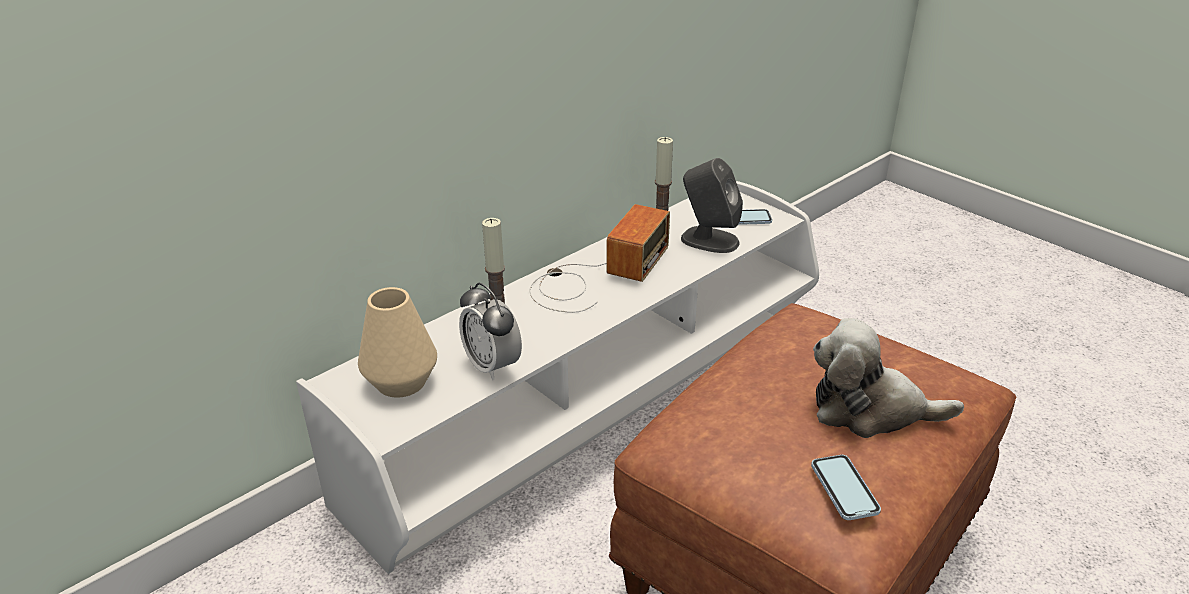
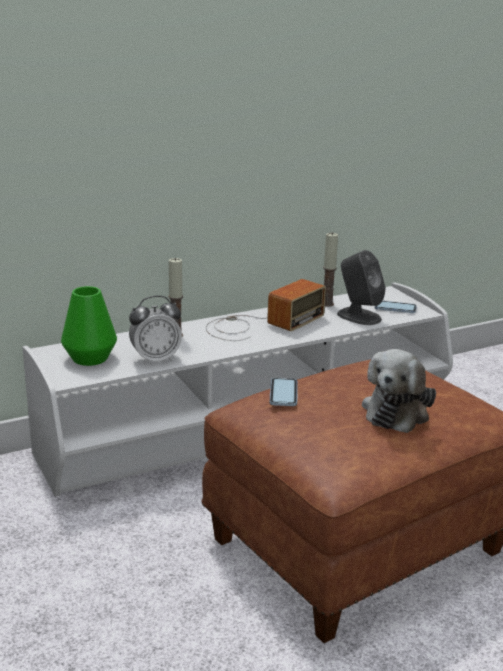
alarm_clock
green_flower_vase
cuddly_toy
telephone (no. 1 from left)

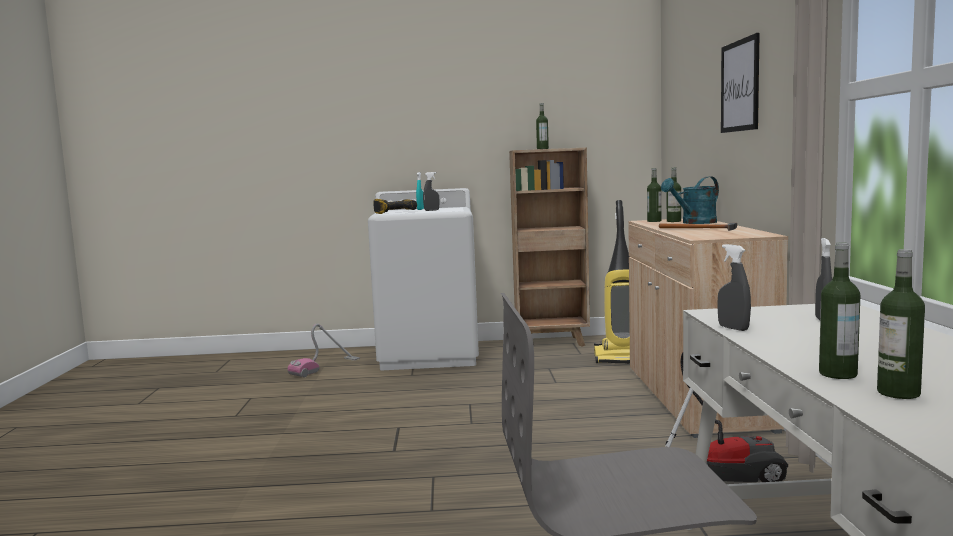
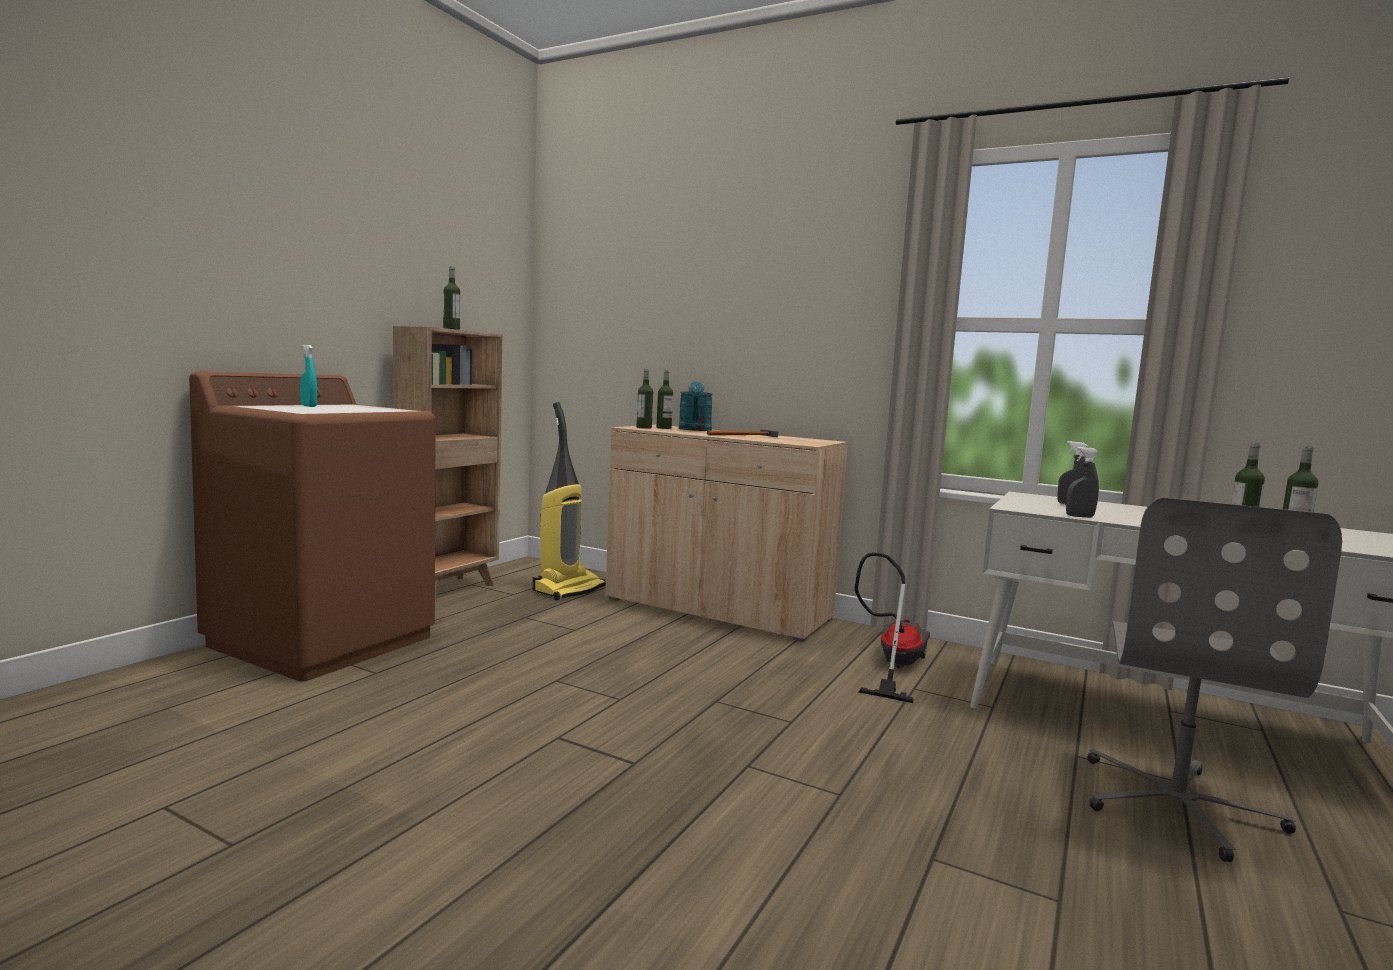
picture
grey_hand_sprayer (no. 1 from left in the first image)
brownish_washing_machine
power_drill
vacuum_cleaner (no. 1 from left in the first image)

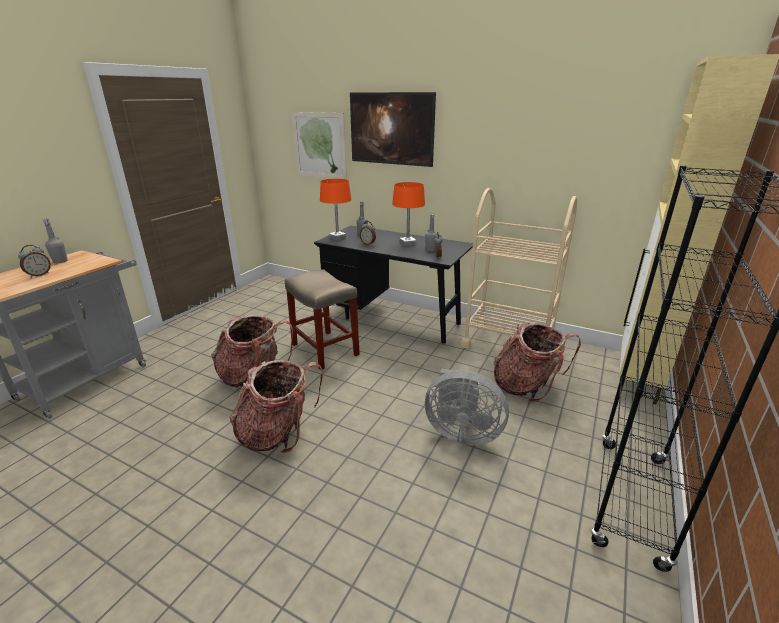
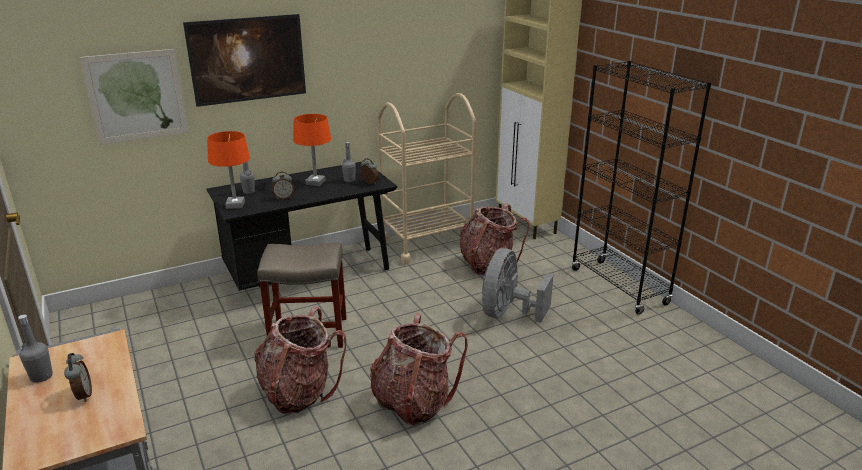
grey_cooling_fan

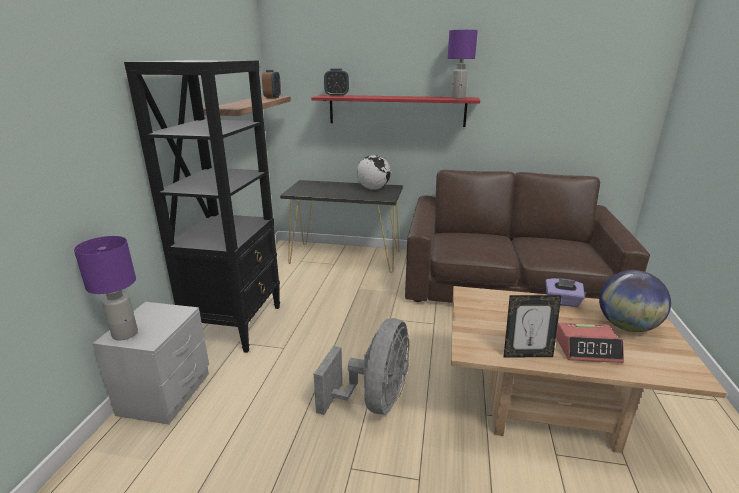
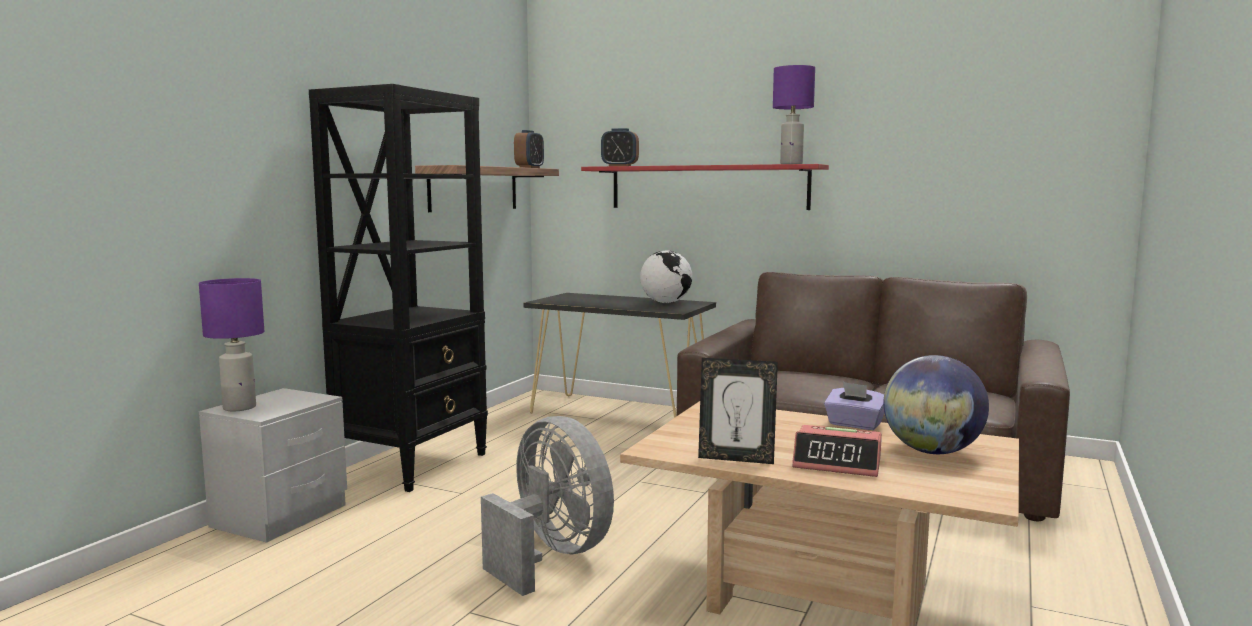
grey_cooling_fan

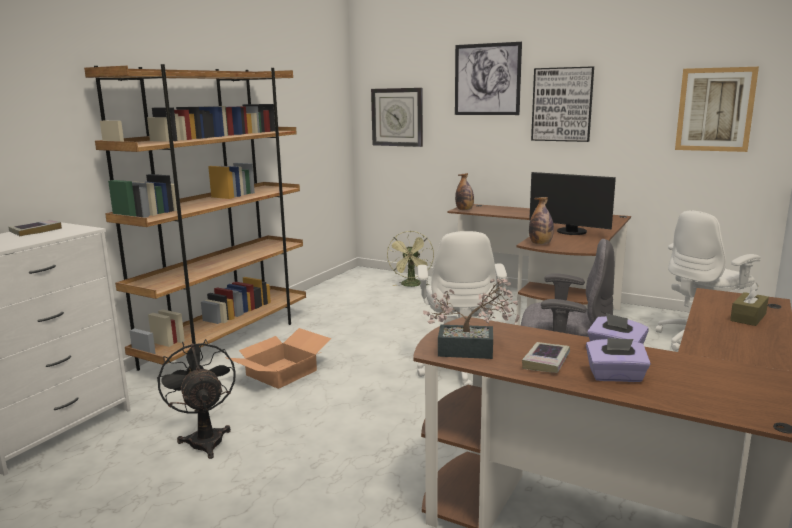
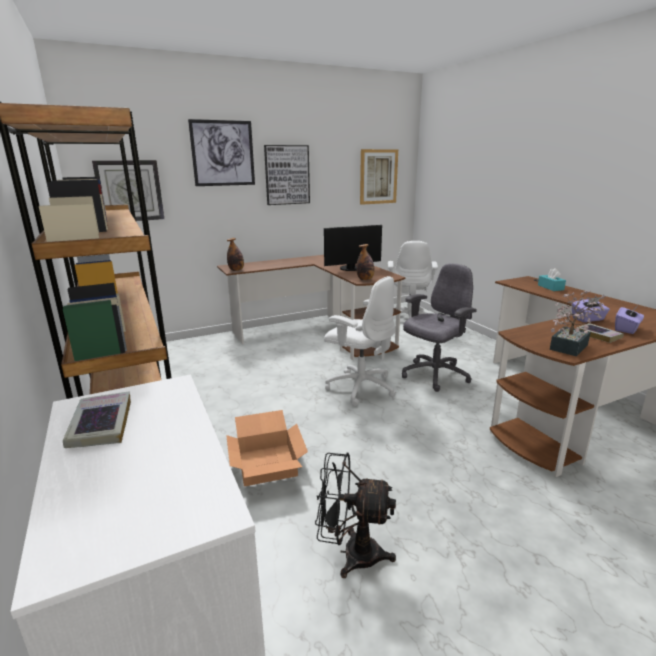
green_cooling_fan
turquoise-coloured_tissue_holder

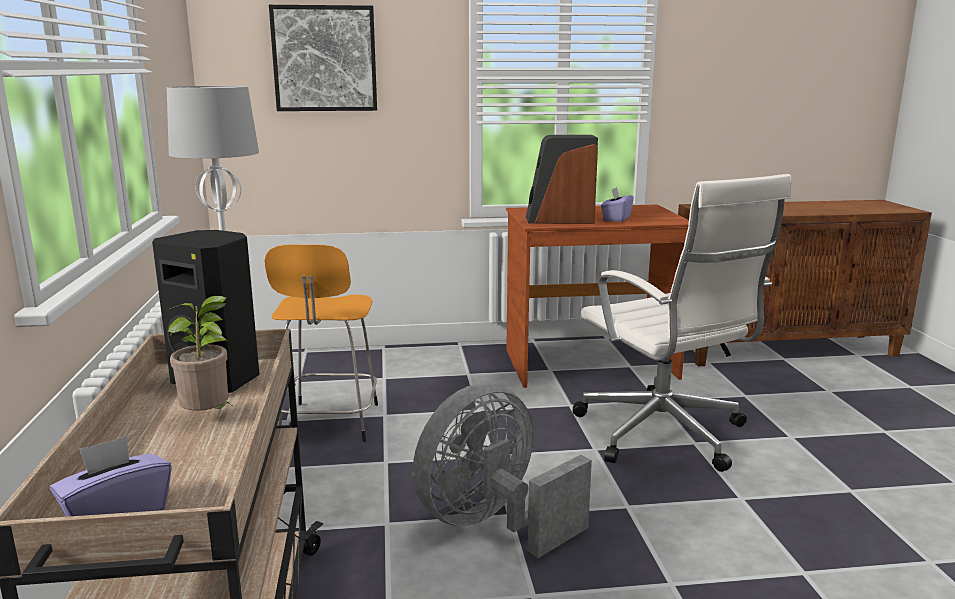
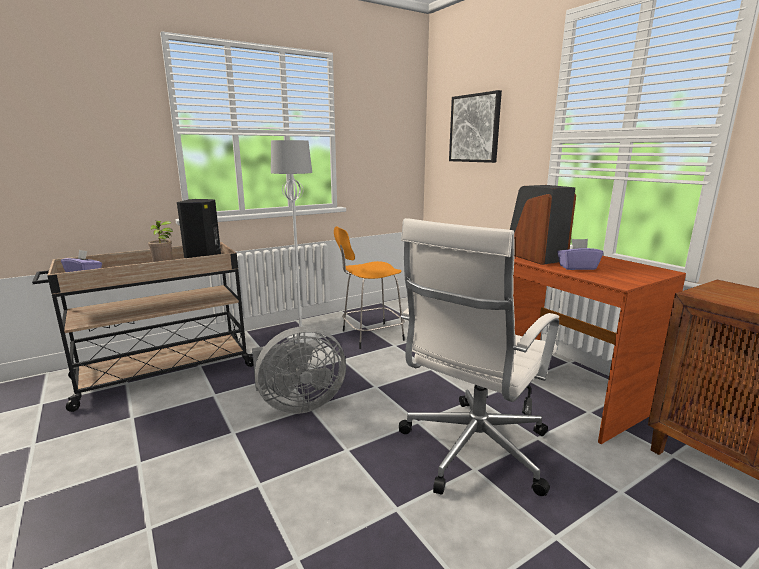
grey_cooling_fan

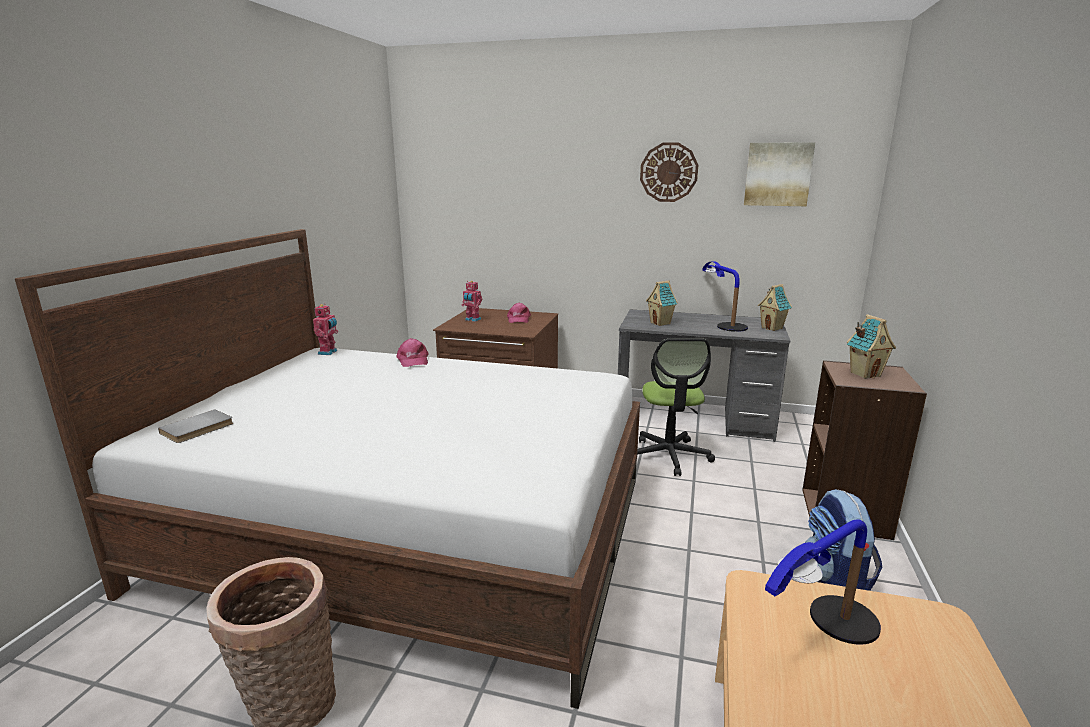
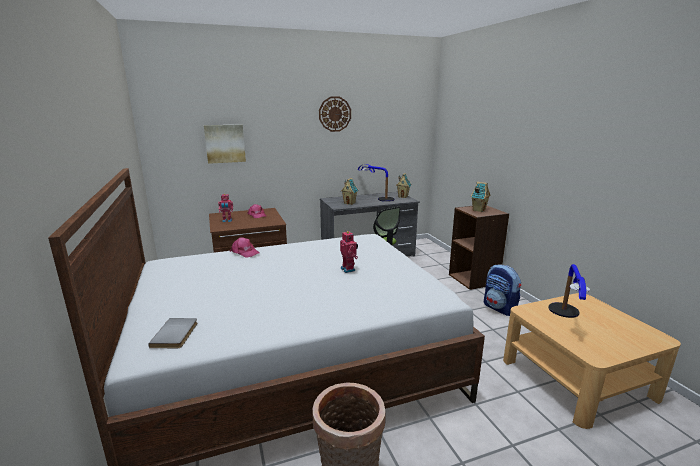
picture
robot_figure (no. 2 from left)

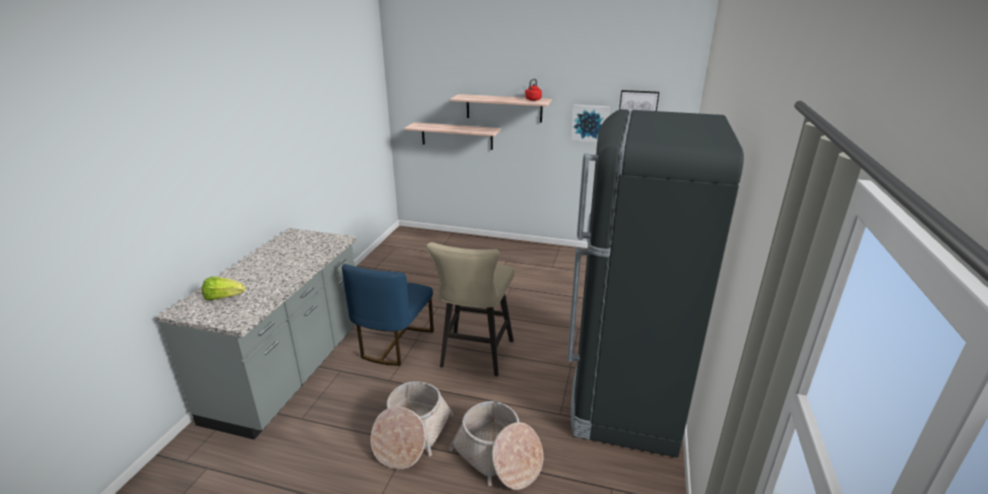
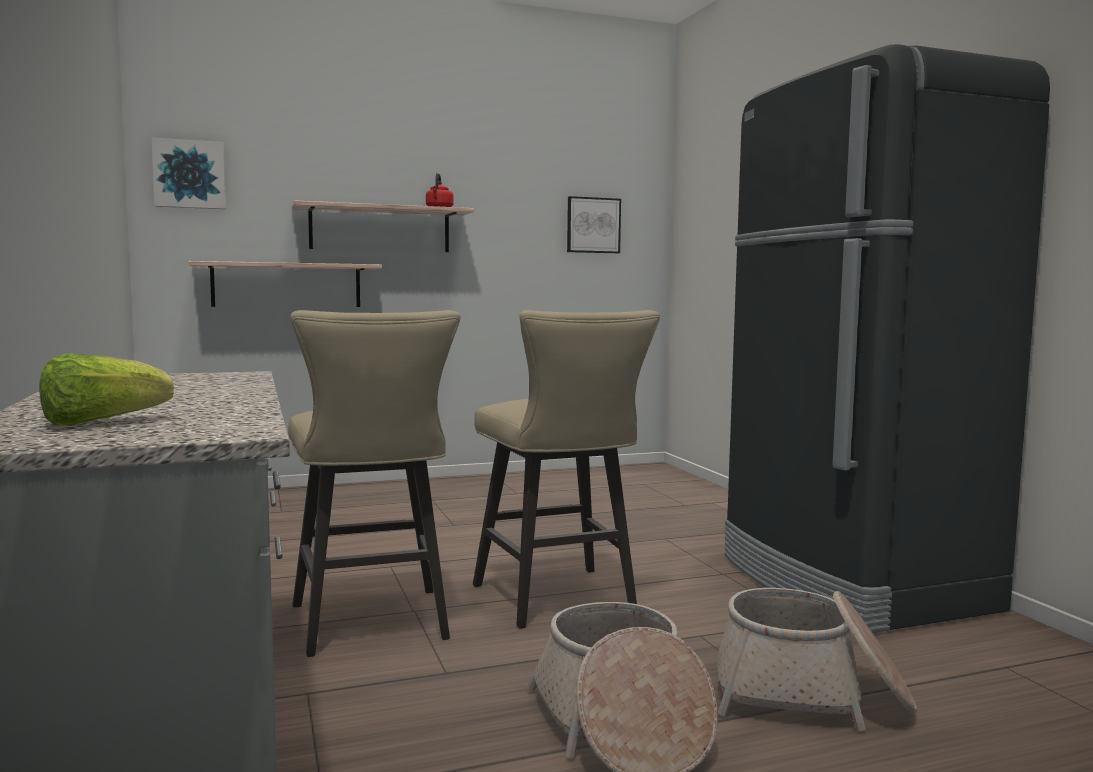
picture (no. 1 from left)
sand-coloured_stool (no. 1 from left)

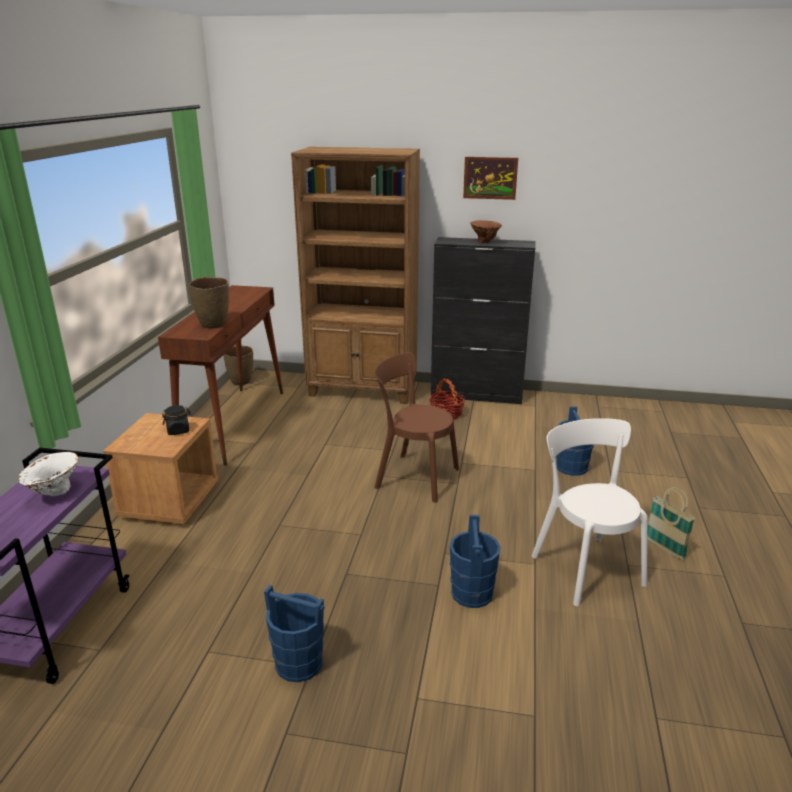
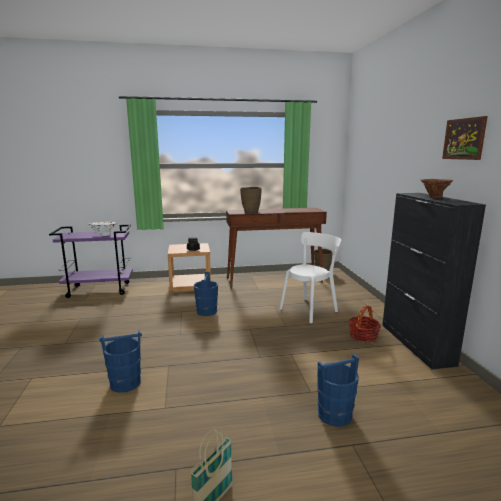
brownish_bookcase
brownish_upright_chair
whitish_upright_chair
blue-coloured_water_bucket (no. 2 from left)

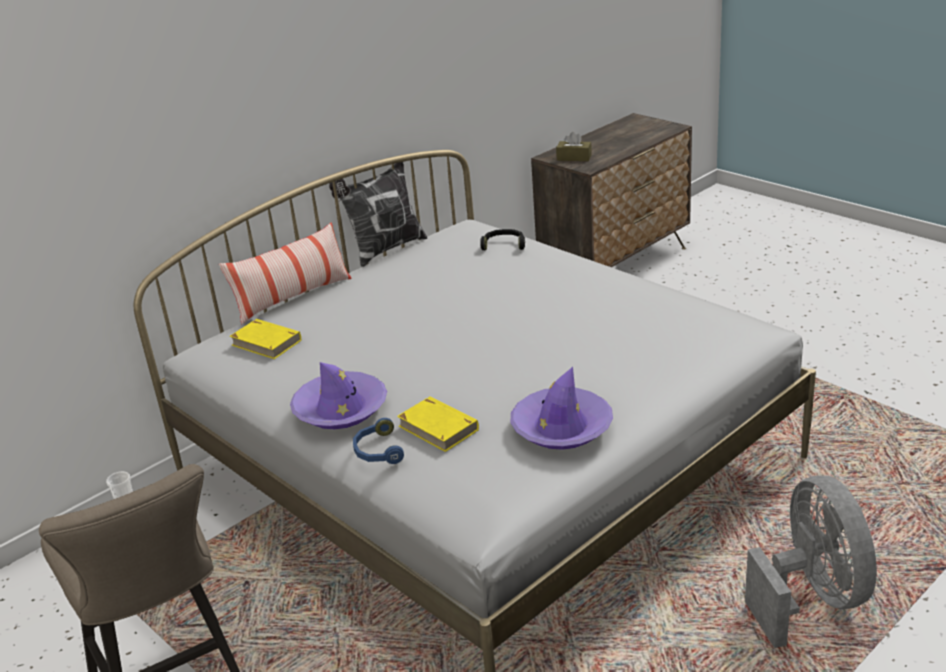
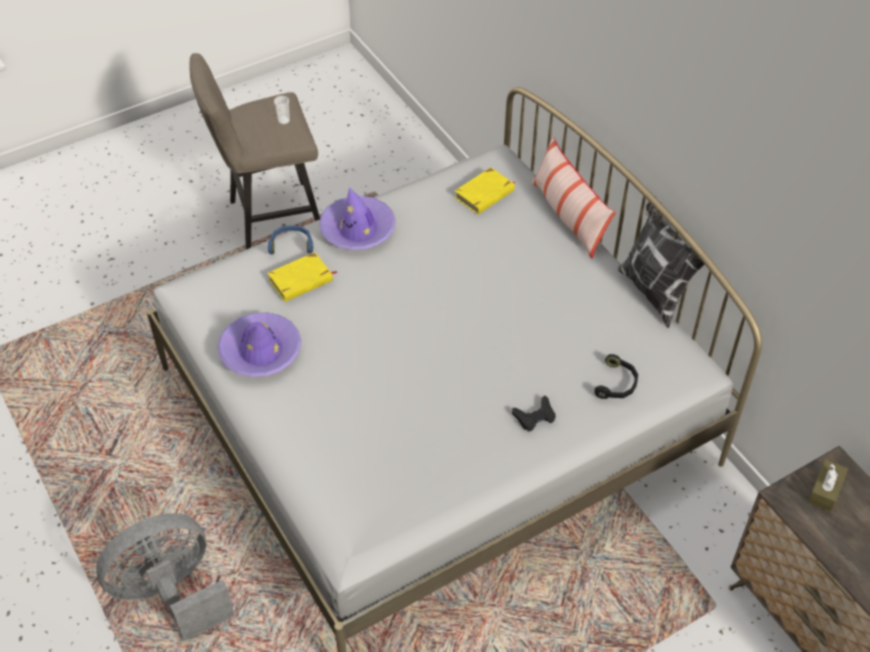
grey_cooling_fan
blackish_joypad

